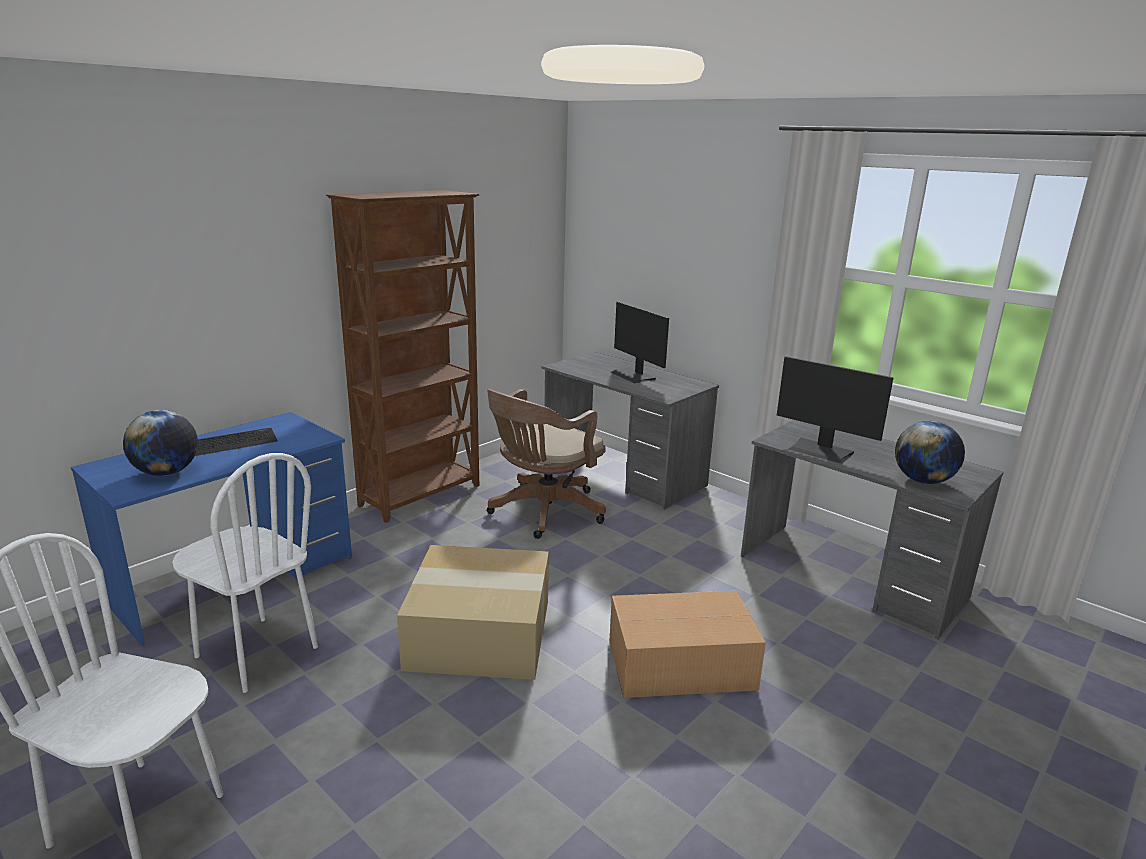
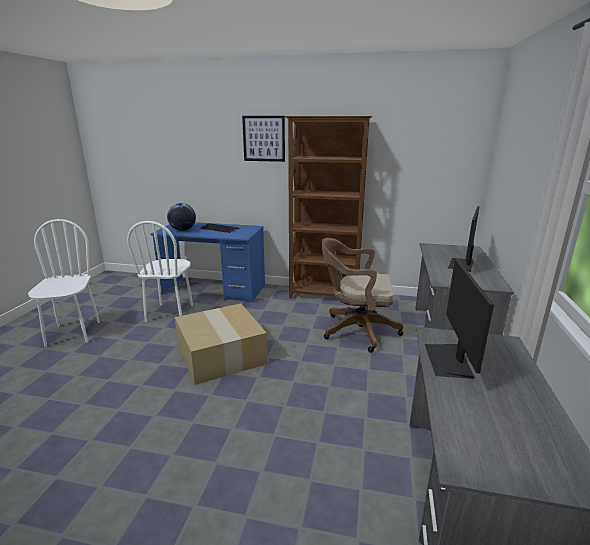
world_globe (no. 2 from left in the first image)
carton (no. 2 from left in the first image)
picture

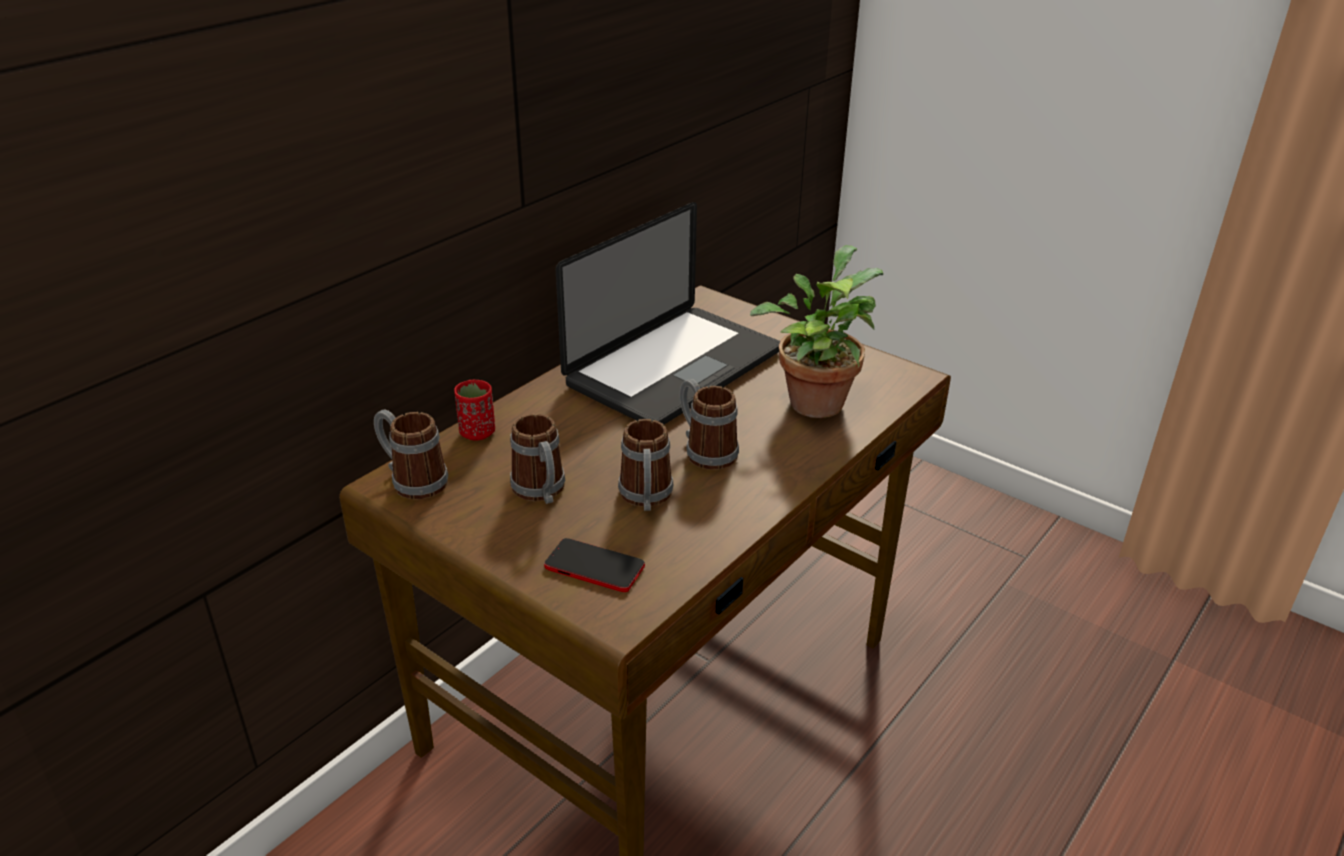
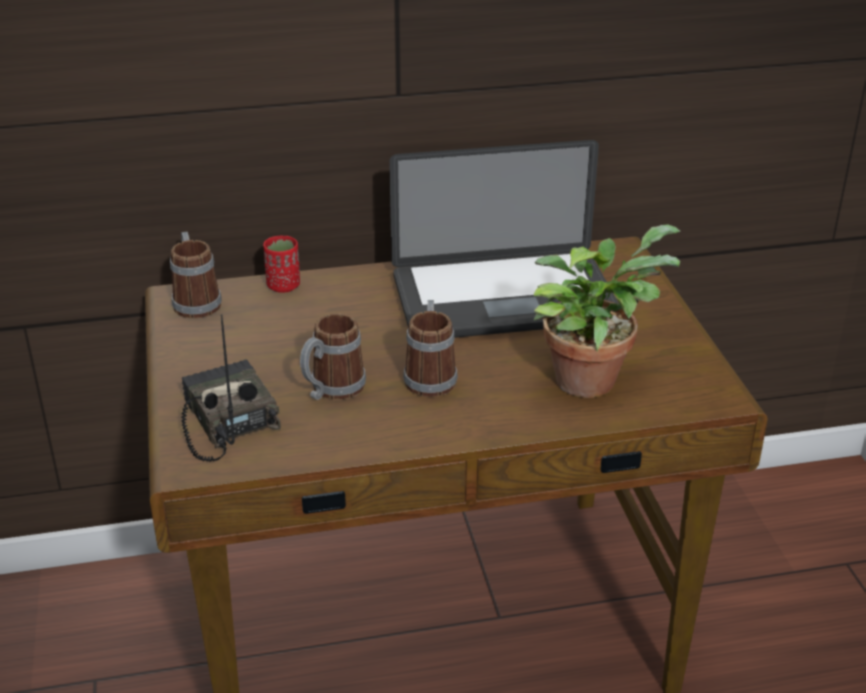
mug (no. 2 from left in the first image)
radio_set

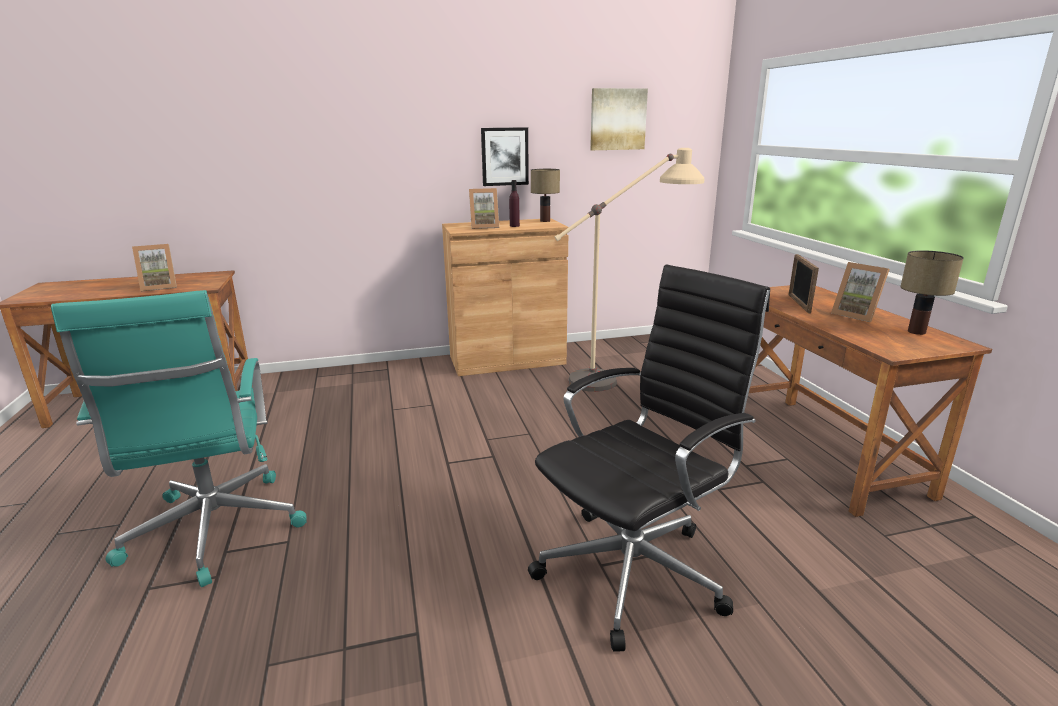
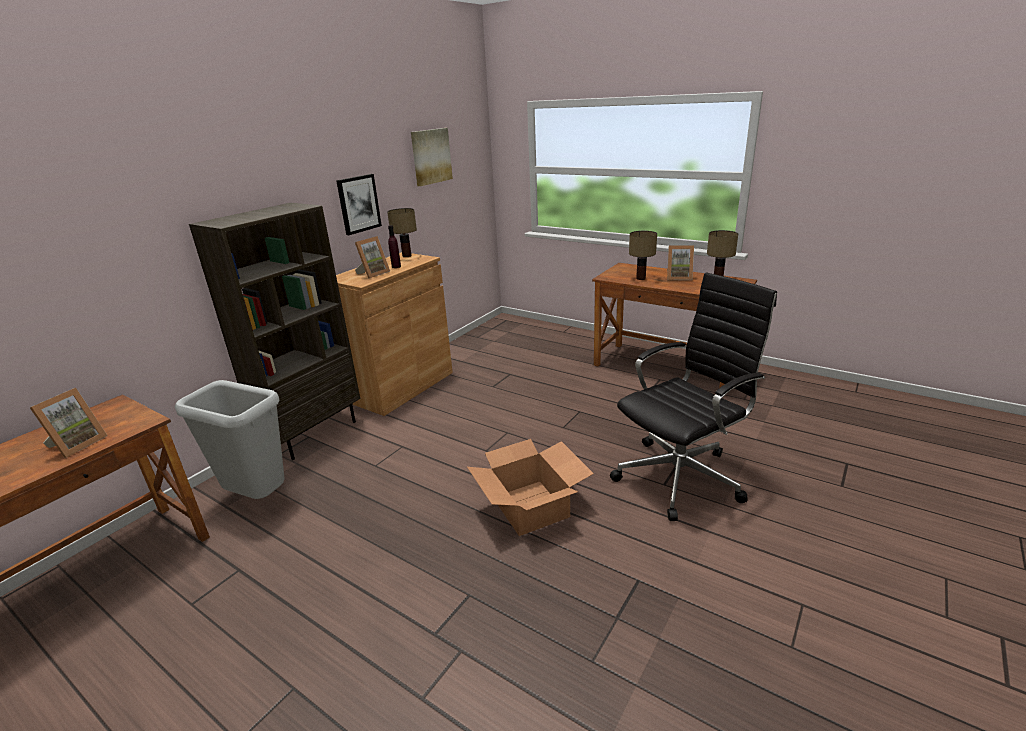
sand-coloured_standard_lamp
table_lamp (no. 2 from left)
blackish_computer_chair
turquoise-coloured_computer_chair
brownish_bookcase
grey_rubbish_bin
carton

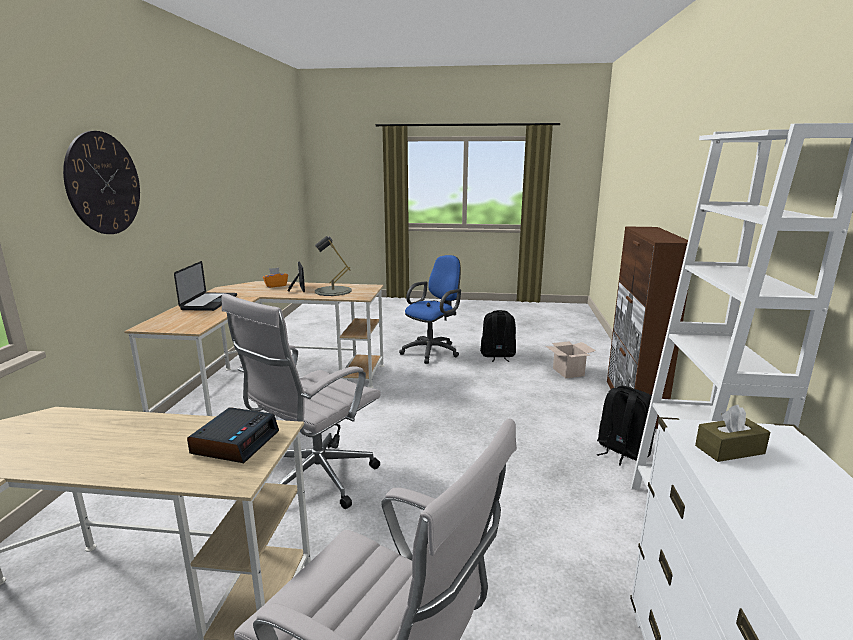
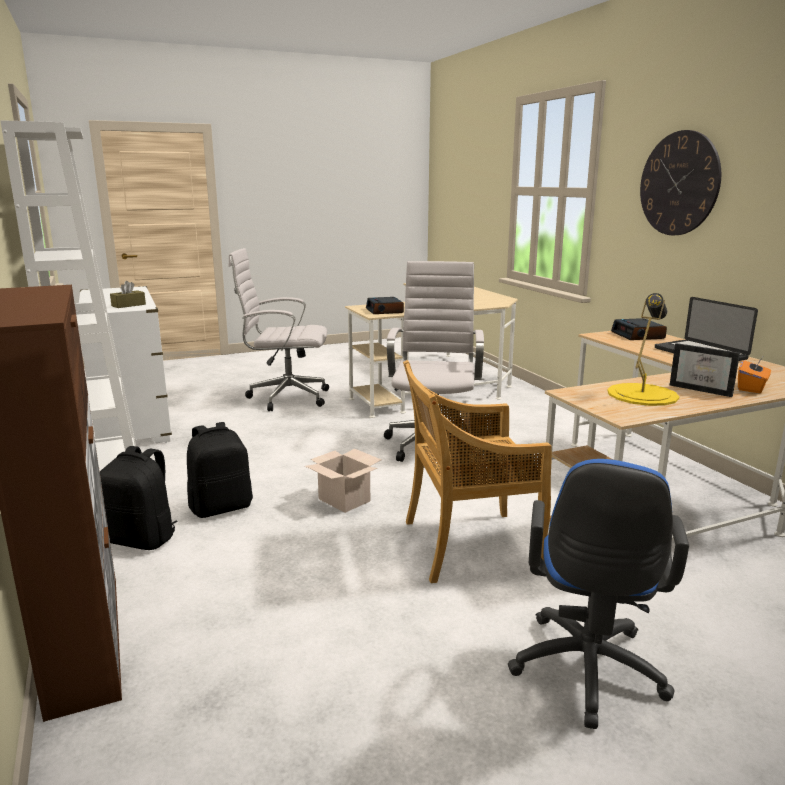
yellow_table_lamp
blackish_knapsack (no. 2 from left)
carton
alarm_clock (no. 2 from left)
sand-coloured_upright_chair

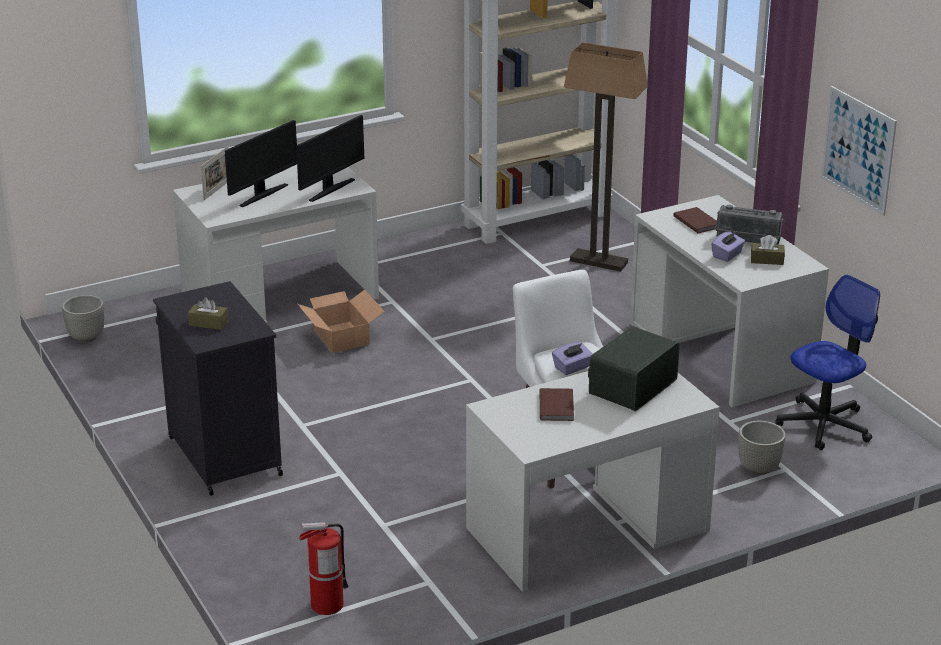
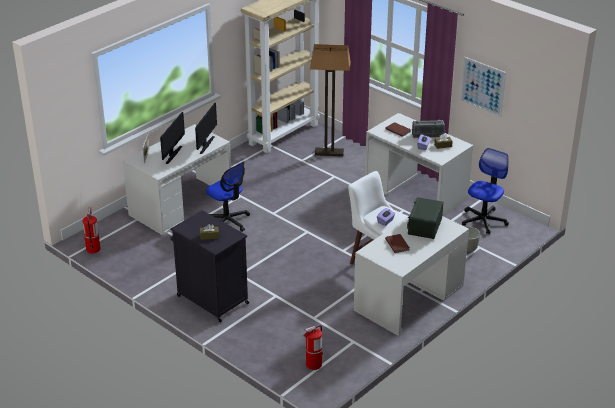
computer_chair (no. 1 from left)
extinguisher (no. 1 from left)

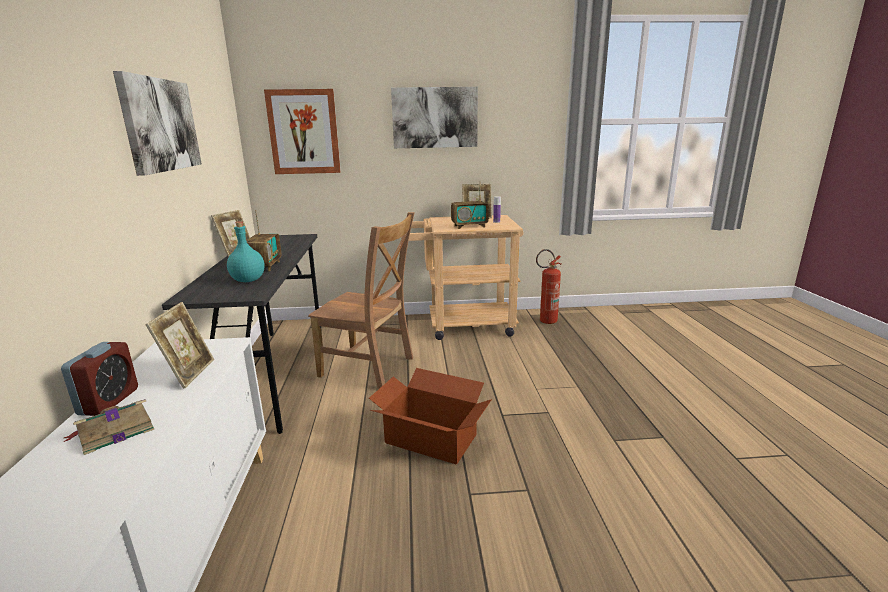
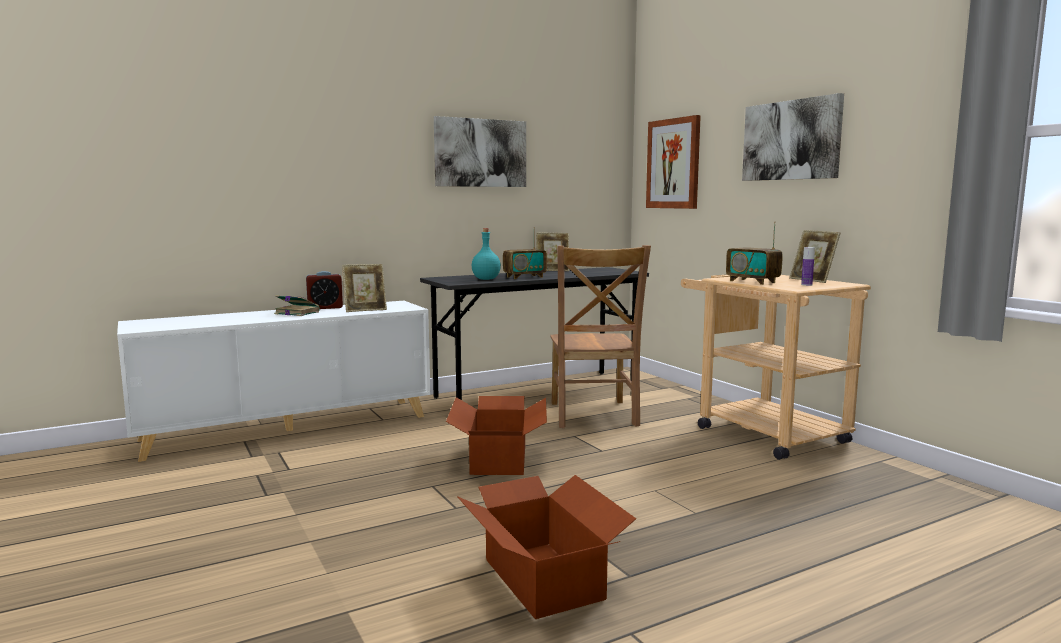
extinguisher
carton (no. 2 from left)

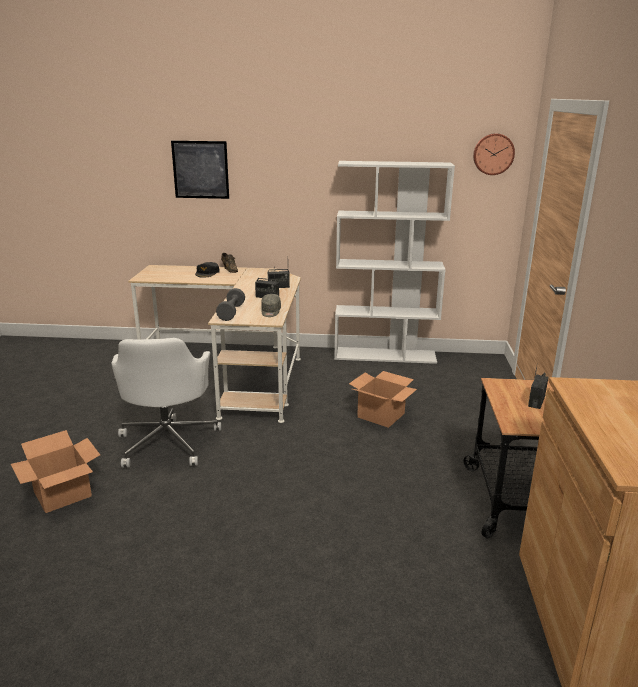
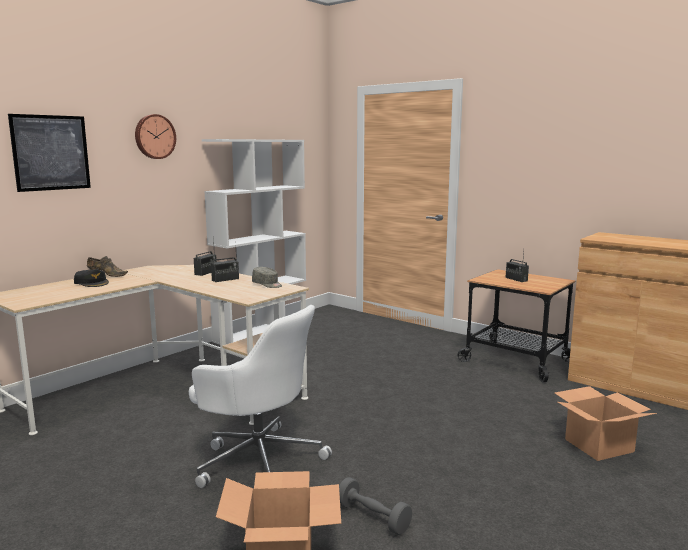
clock_on_the_wall
grey_hand_weight
carton (no. 2 from left)

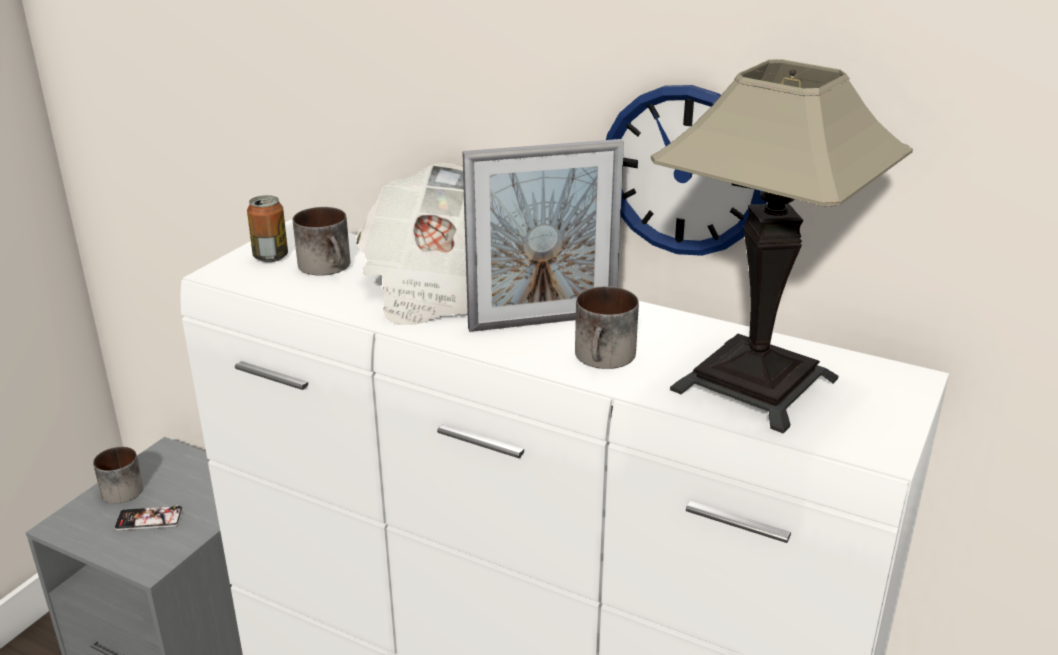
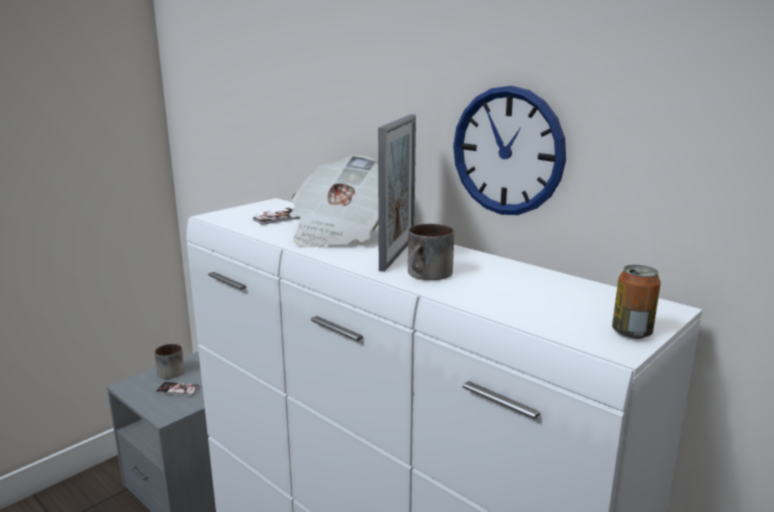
table_lamp
standing_frame
can
telephone (no. 2 from left)

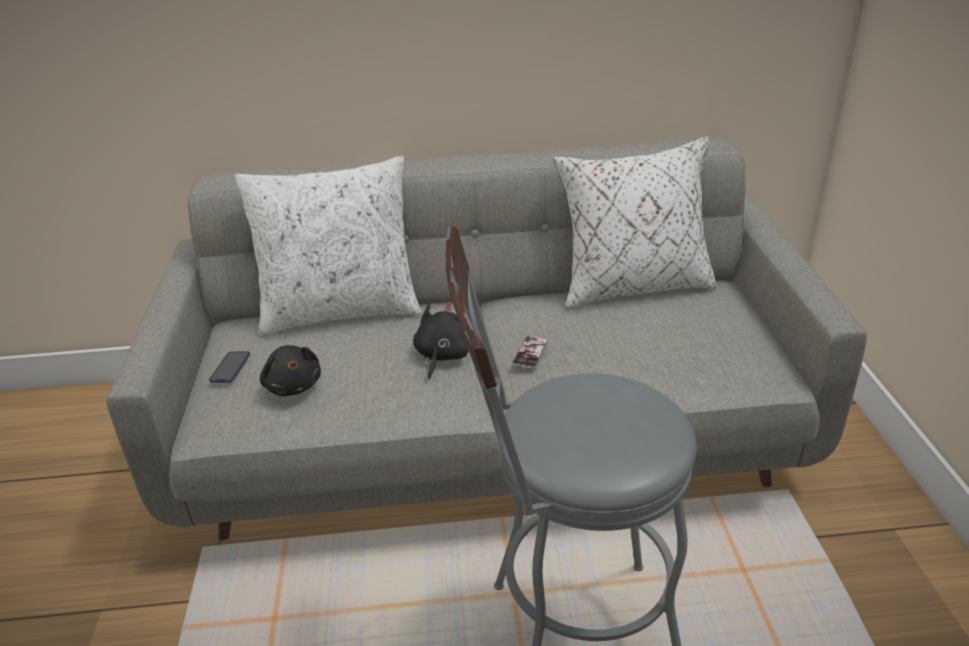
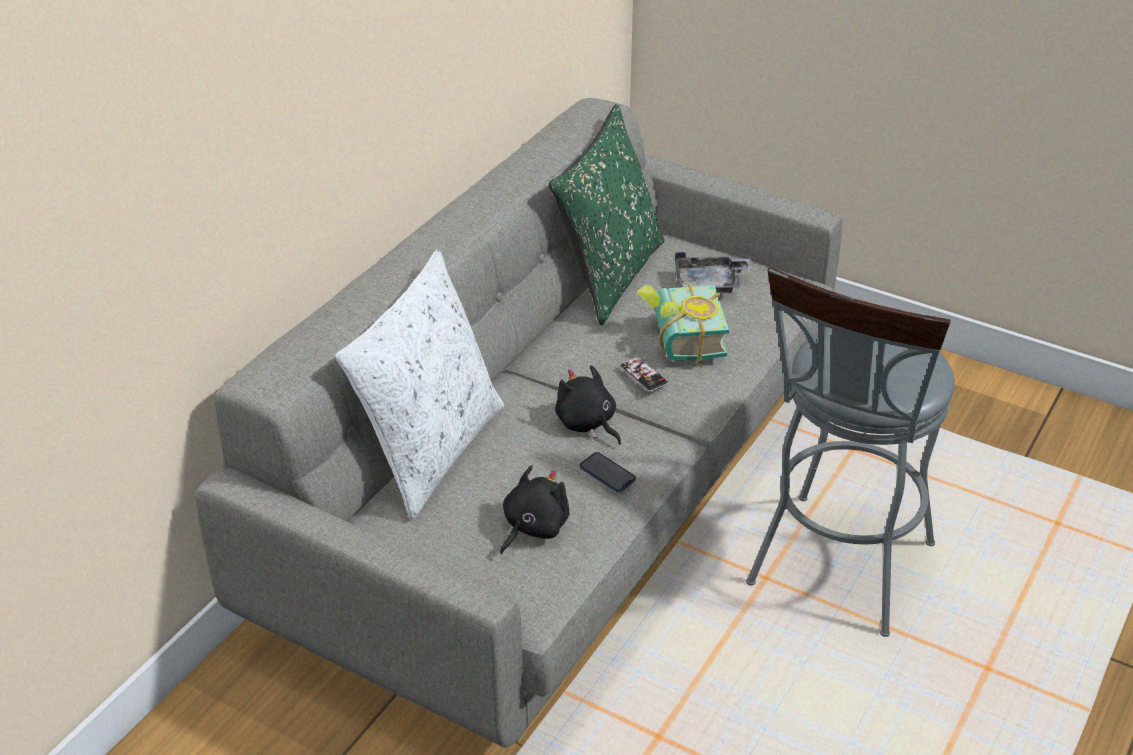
green_throw_pillow
blackish_cuddly_toy (no. 1 from left)
telephone (no. 1 from left)
grey_serving_tray
book

